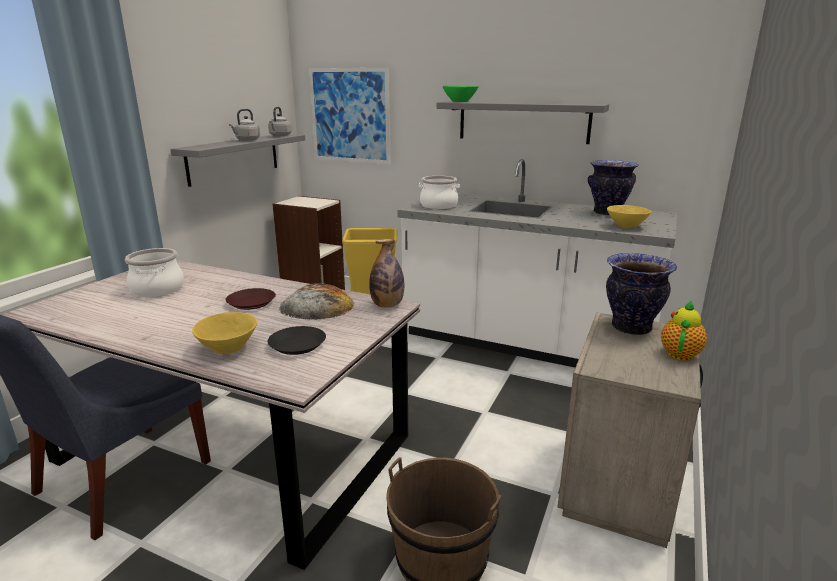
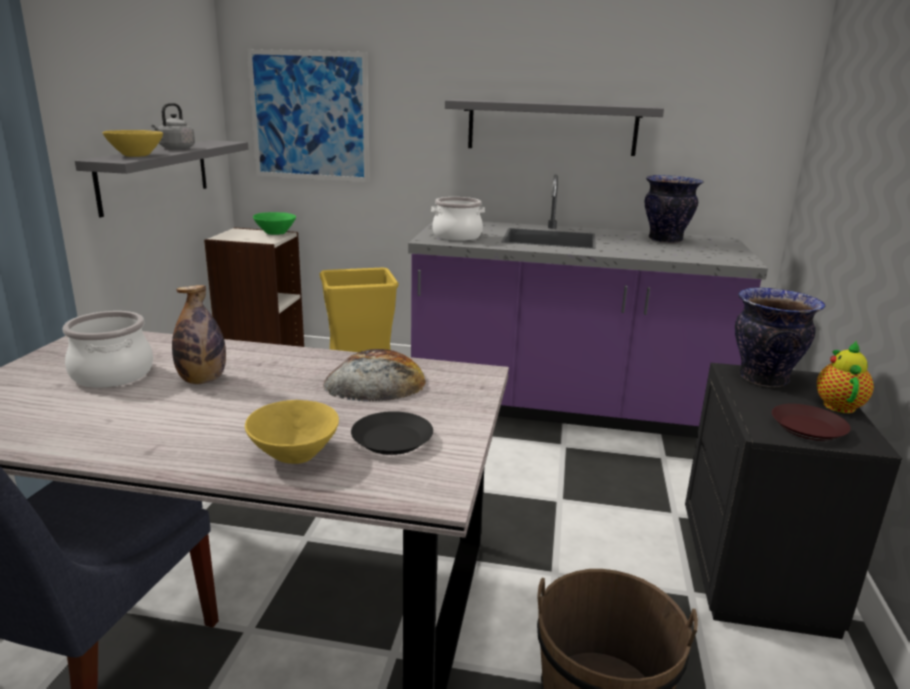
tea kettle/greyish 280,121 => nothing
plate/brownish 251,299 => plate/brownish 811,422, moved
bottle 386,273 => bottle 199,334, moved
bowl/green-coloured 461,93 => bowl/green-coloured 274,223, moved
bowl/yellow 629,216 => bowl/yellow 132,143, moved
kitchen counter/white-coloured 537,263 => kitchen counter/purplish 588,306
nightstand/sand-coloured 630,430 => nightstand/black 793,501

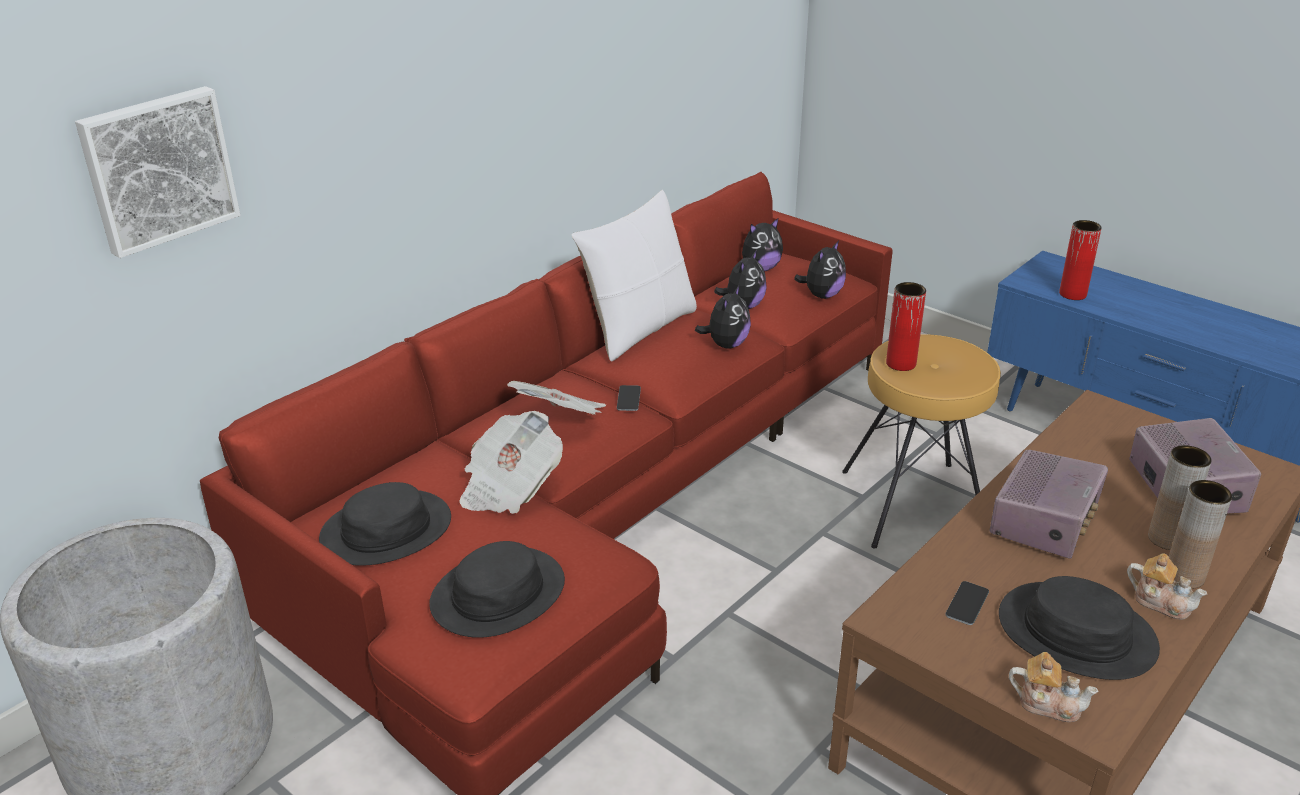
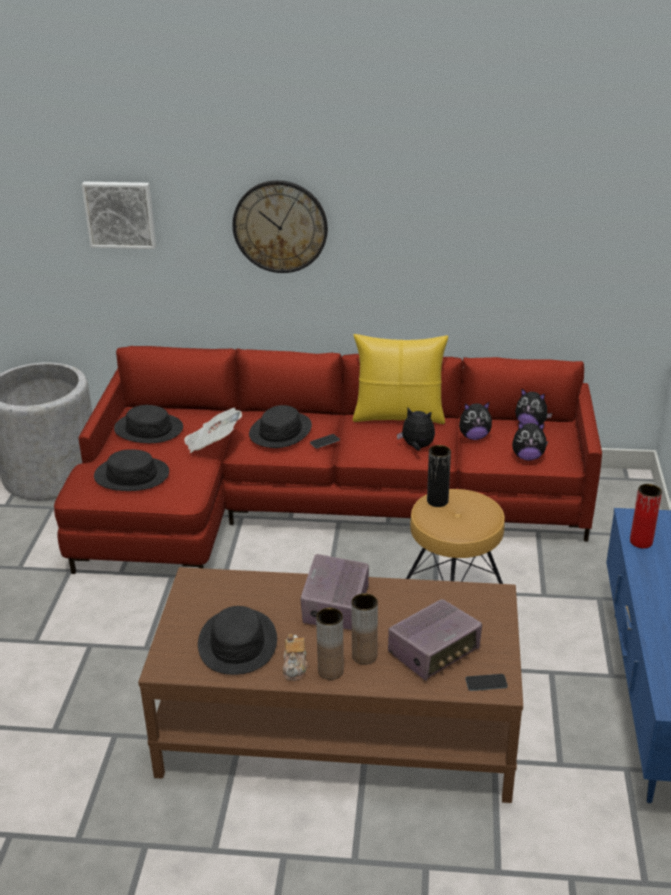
pot for tea 1054,687 => nothing
nothing => hanging clock 280,226
telephone 967,603 => telephone 487,682, moved
daily paper 556,398 => wearable hat/black 280,426
cushion/white-coloured 634,276 => cushion/yellow 400,379
decorative vase/red 906,326 => decorative vase/black 439,476
plush toy 723,317 => plush toy 416,429, 150 degrees counterclockwise
radio receiver 1048,504 => radio receiver 334,592, 105 degrees clockwise

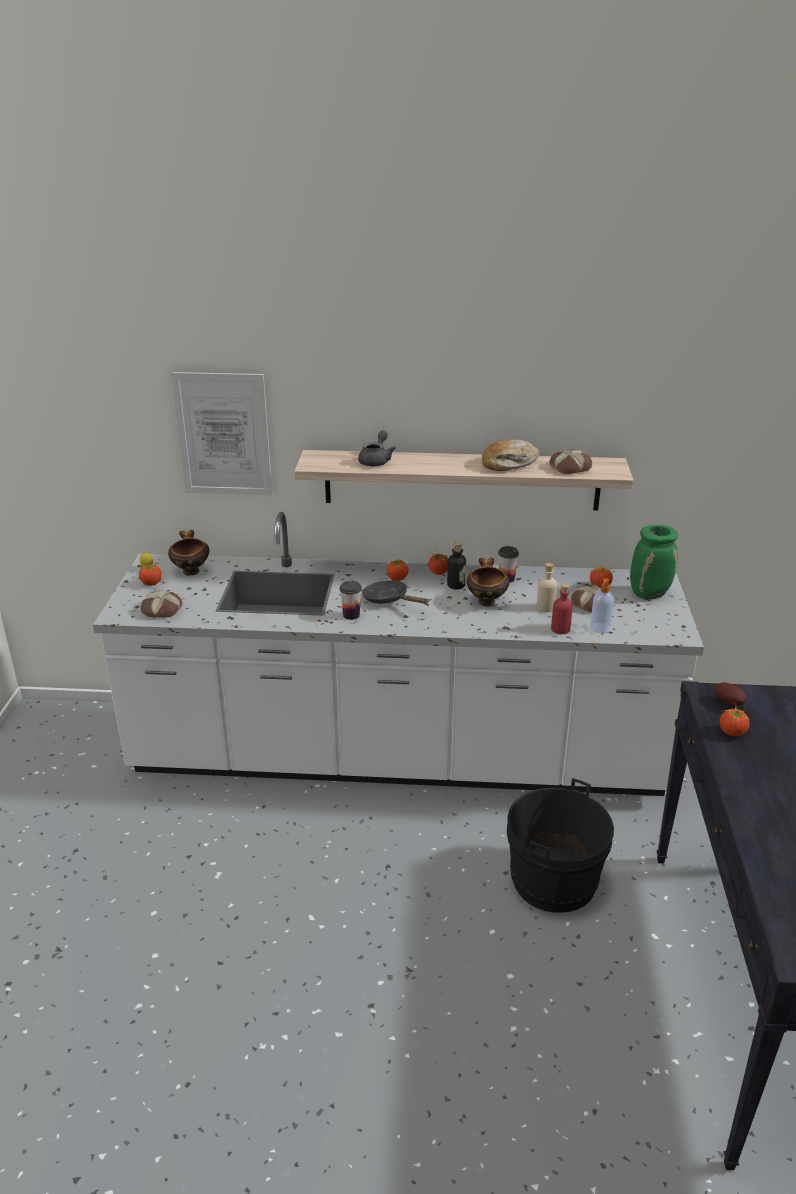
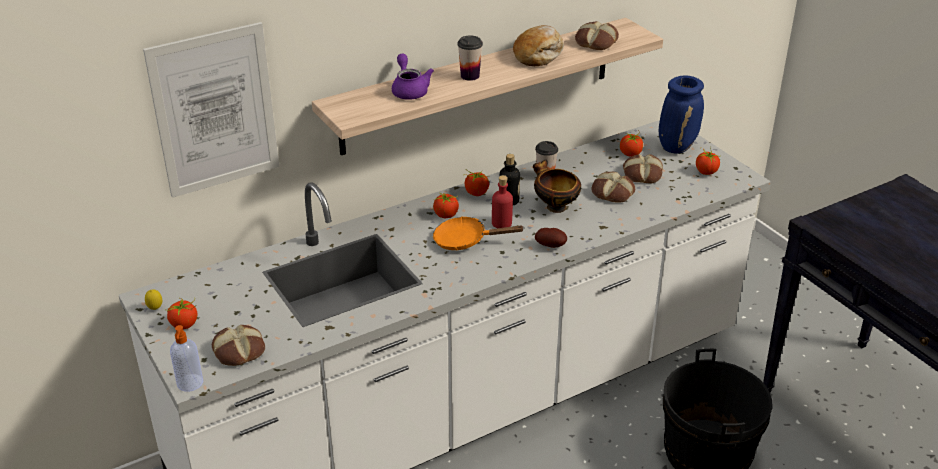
bowl 188,553 => nothing
small cup 351,600 => small cup 470,58, moved
bottle/red 562,608 => bottle/red 502,201, moved
soap dispenser 602,605 => soap dispenser 186,358, moved
whole potato 731,694 => whole potato 551,238, moved
fresh tomato 735,719 => fresh tomato 708,161, moved
bottle/sand-coloured 547,587 => baked bread 613,187
pot for tea/greyish 377,448 => pot for tea/purplish 413,77
pan/black 395,592 => pan/orange 479,233
decorative vase/green-coloured 654,562 => decorative vase/blue 681,115

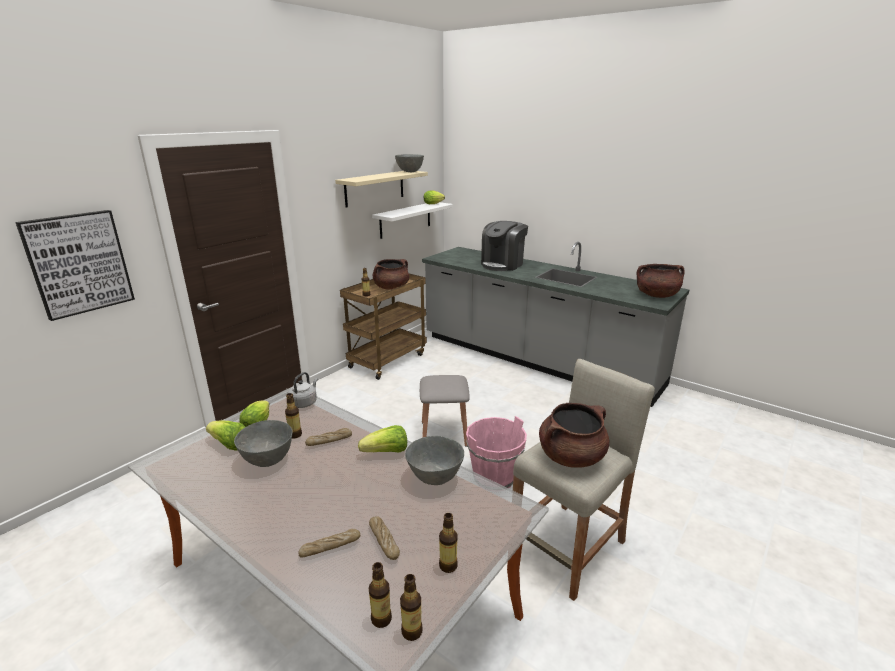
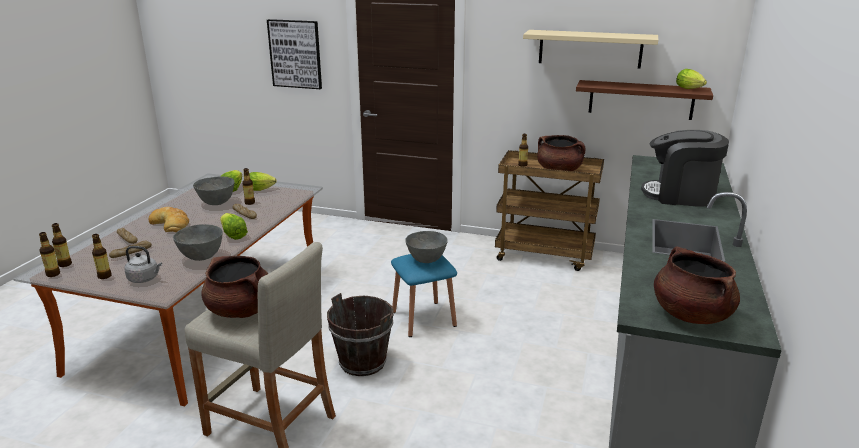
nothing => baked bread 168,219
tea kettle/greyish 303,390 => tea kettle/greyish 143,264, moved
bowl/greyish 409,163 => bowl/greyish 426,247, moved
bracket shelf/white-coloured 412,220 => bracket shelf/brownish 644,100
sitting stool/greyish 445,411 => sitting stool/blue 424,295
pail/pink-coloured 496,452 => pail/brownish 360,334

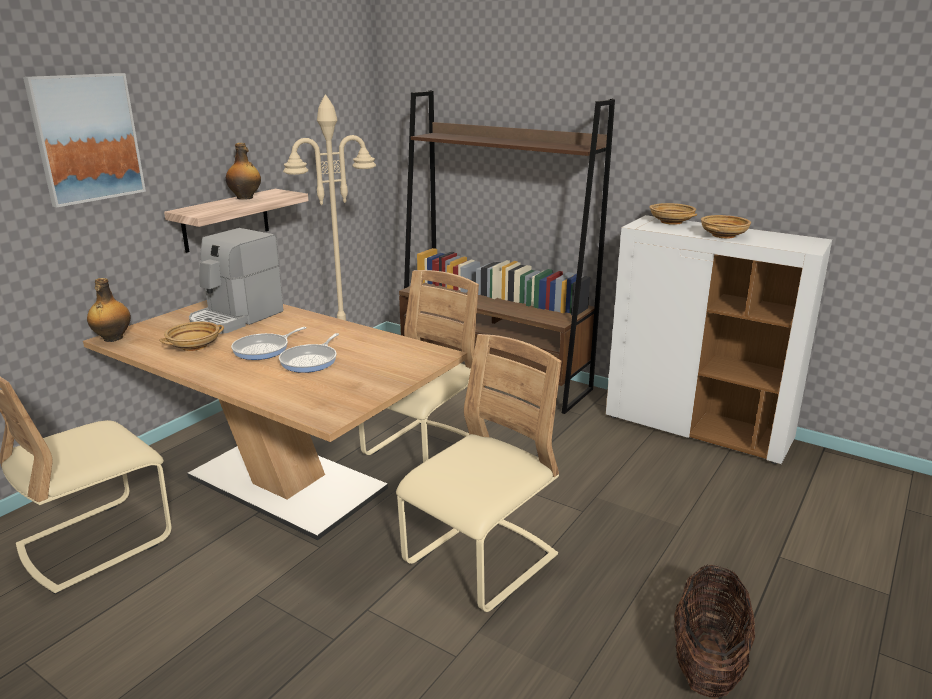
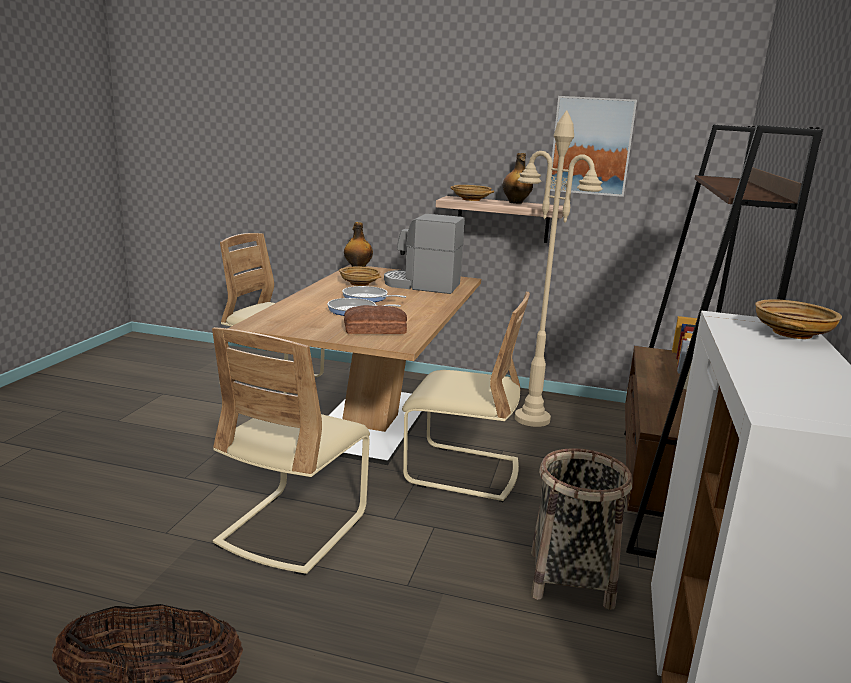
nothing => baked bread 375,319
nothing => household basket 582,529
wall art 84,140 => wall art 593,146, moved
bowl/sand-coloured 726,227 => bowl/sand-coloured 472,193, moved
plain chair/sand-coloured 479,473 => plain chair/sand-coloured 291,451, 90 degrees clockwise

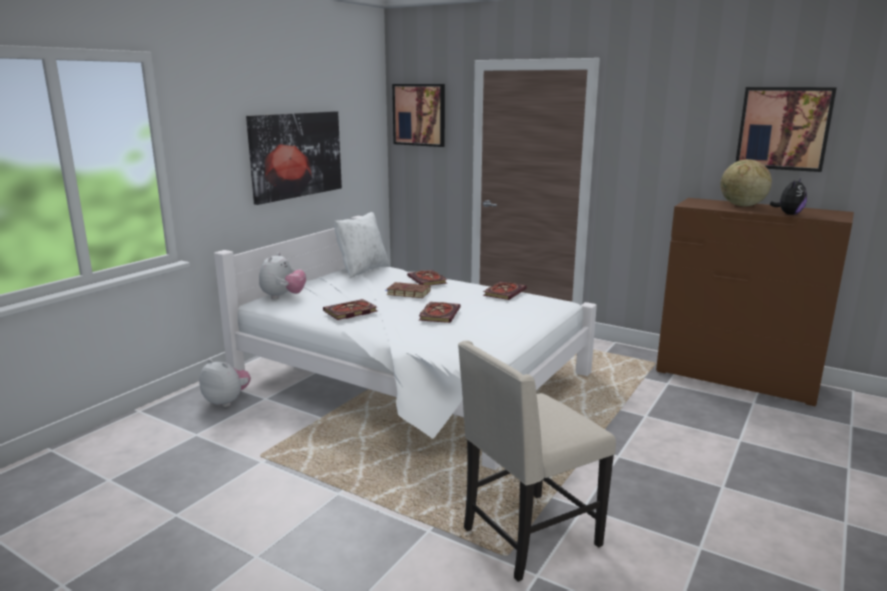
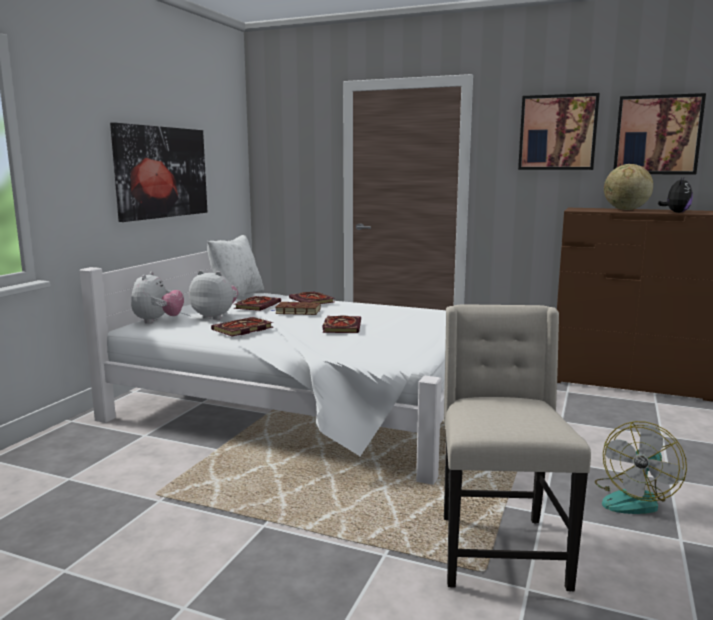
nothing => electric fan 641,467
plush toy 225,383 => plush toy 213,295, moved
wall art 418,115 => wall art 559,131, moved
bound book 505,290 => bound book 257,303, moved
plain chair/sand-coloured 537,461 => plain chair/sand-coloured 517,448, 135 degrees clockwise

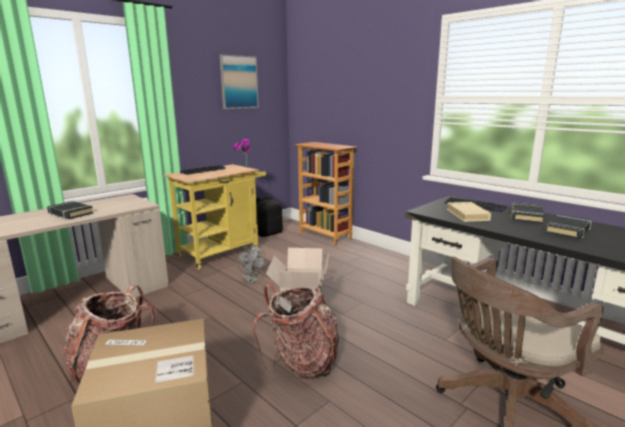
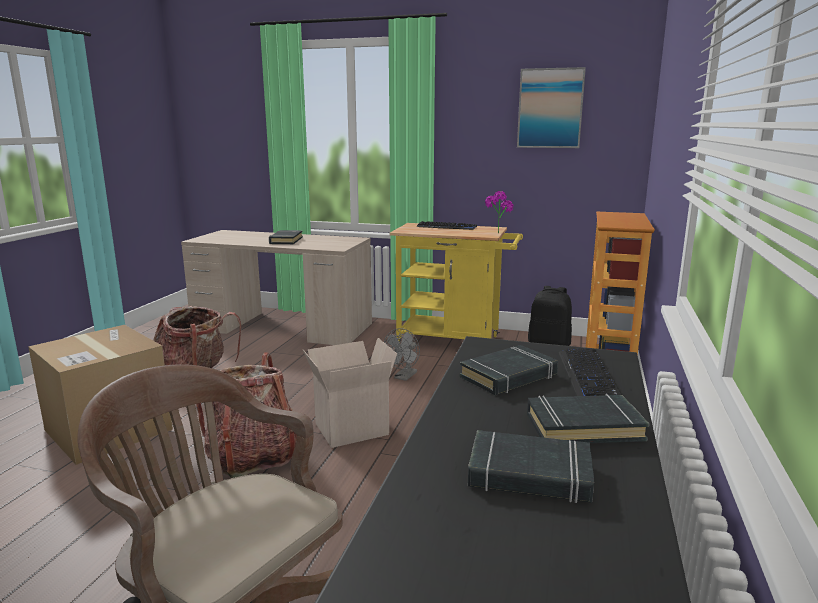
bound book/sand-coloured 469,212 => bound book/black 509,370

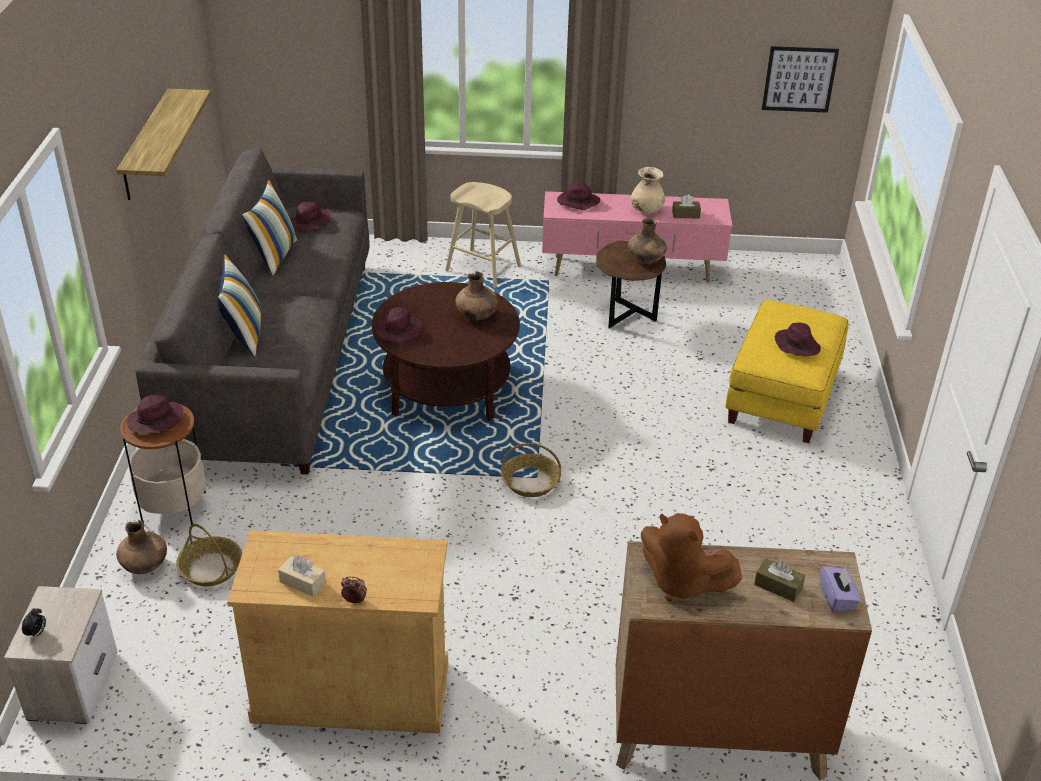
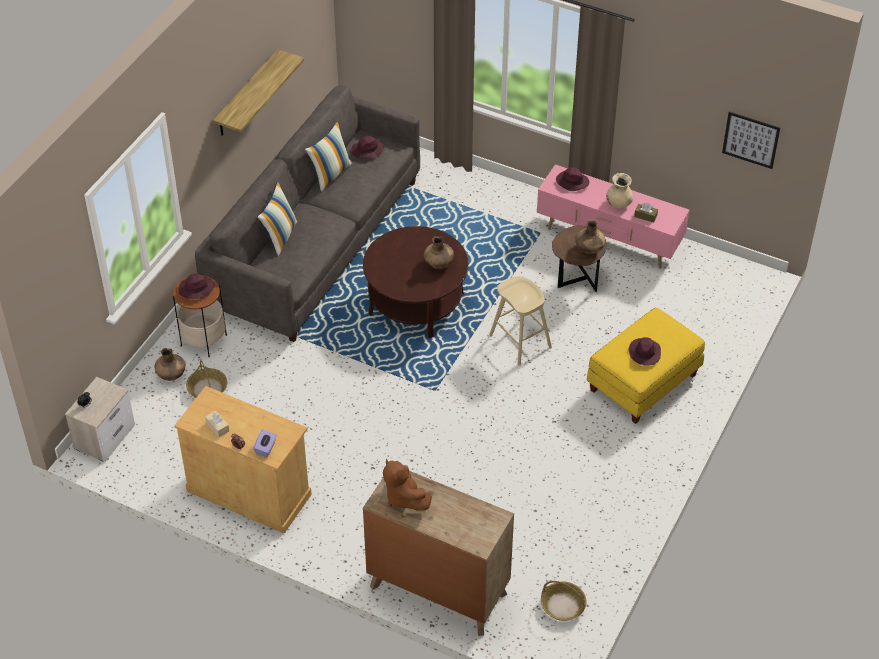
wearable hat/purplish 398,324 => nothing
tissue box/brownish 779,580 => nothing
sitting stool/sand-coloured 483,235 => sitting stool/sand-coloured 520,320, moved
household basket 531,470 => household basket 564,601, moved
tissue box/purplish 840,589 => tissue box/purplish 265,443, moved

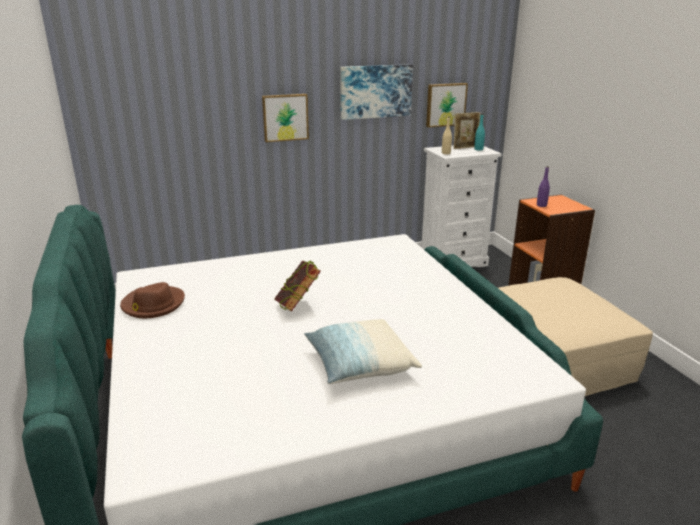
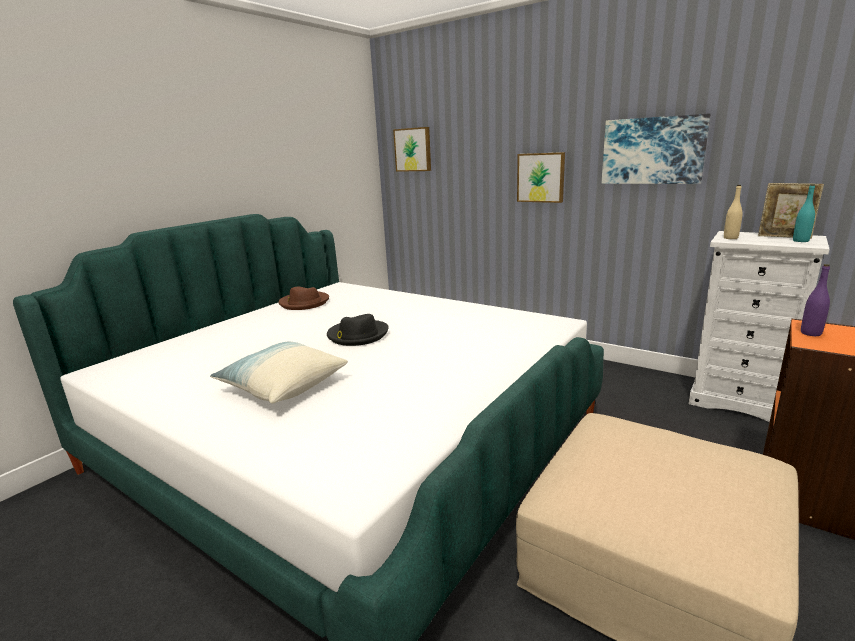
wall art 447,105 => wall art 412,149, moved
bound book 297,286 => wearable hat/black 358,330

